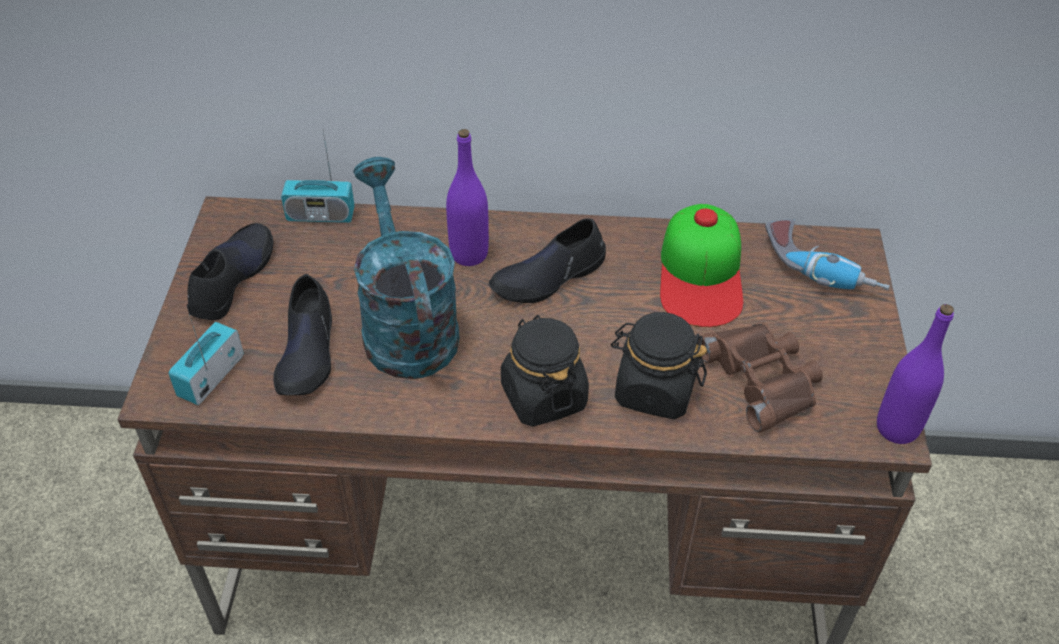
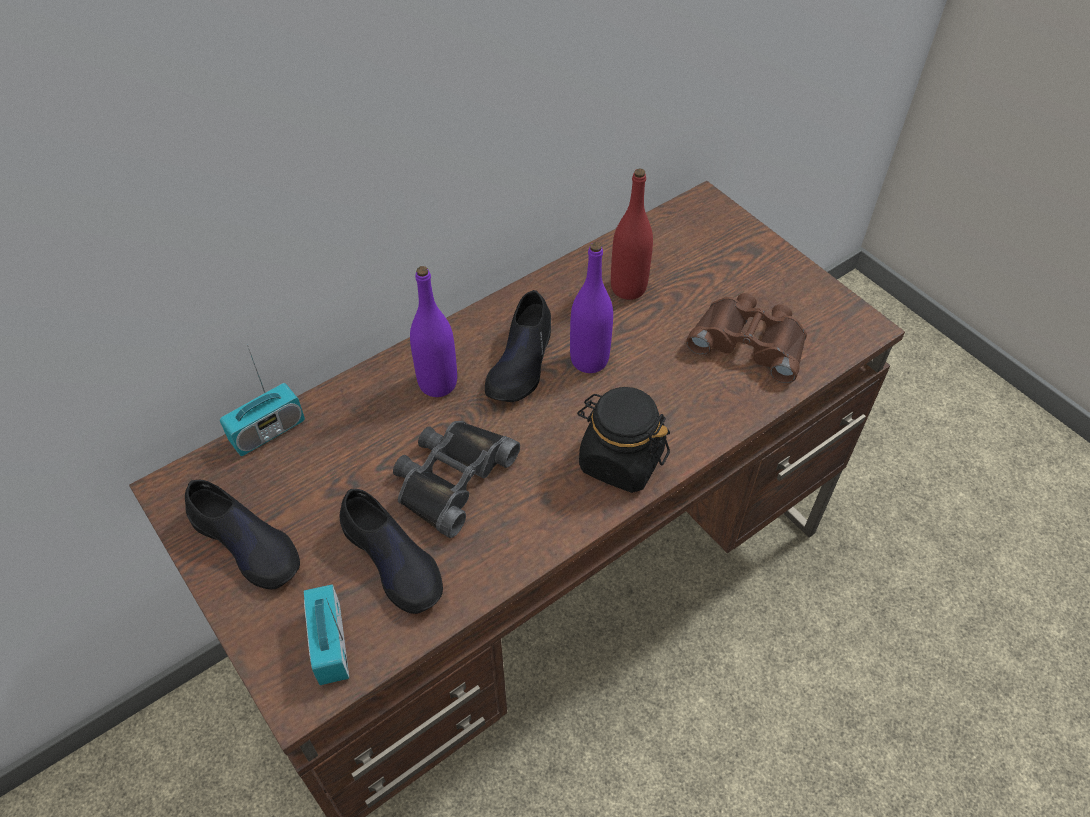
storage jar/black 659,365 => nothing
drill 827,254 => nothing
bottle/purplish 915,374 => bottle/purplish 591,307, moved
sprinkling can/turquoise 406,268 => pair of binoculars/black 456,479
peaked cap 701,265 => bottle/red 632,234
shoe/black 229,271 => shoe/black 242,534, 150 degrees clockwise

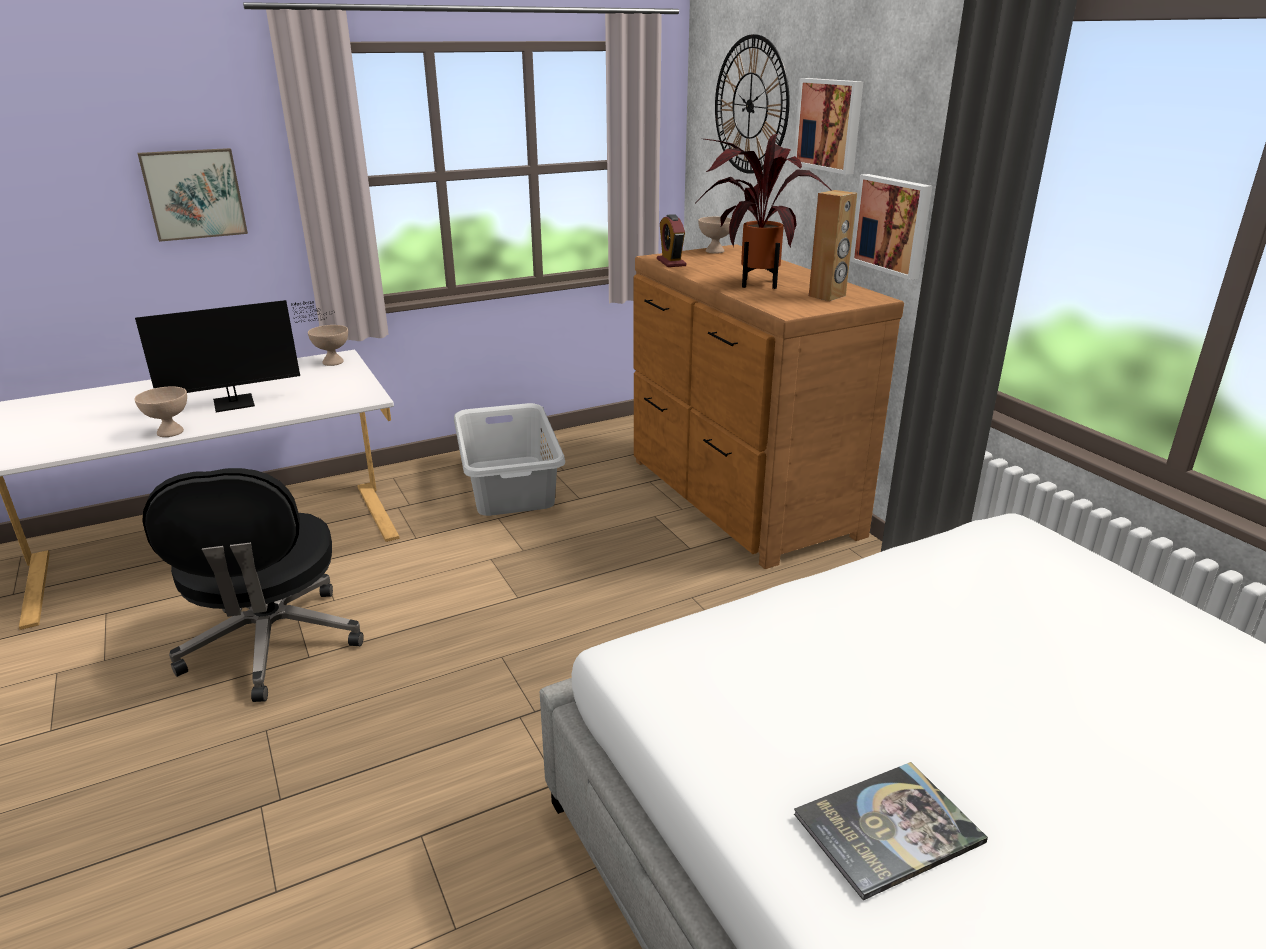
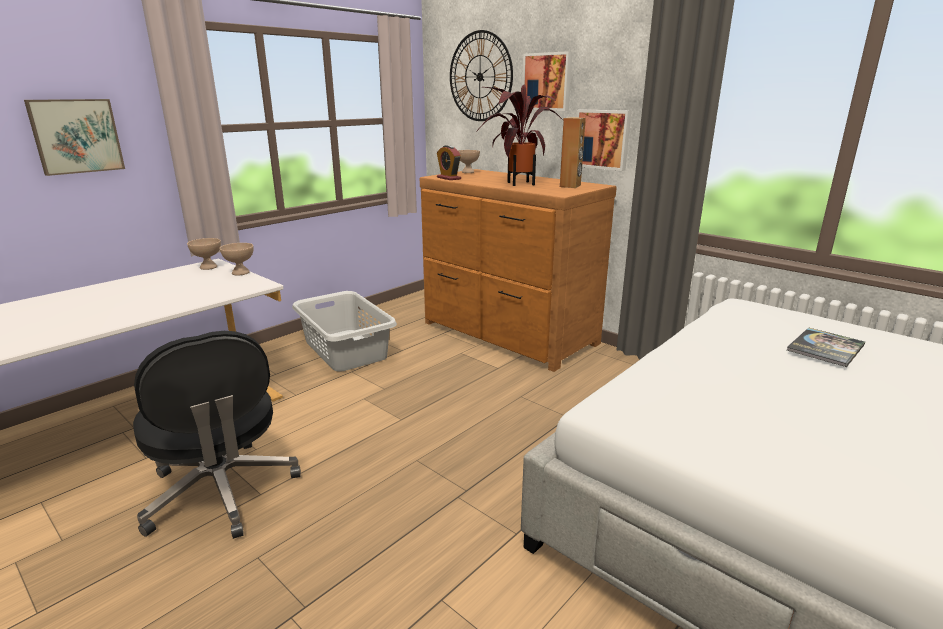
monitor 235,356 => nothing
bowl/sand-coloured 160,412 => bowl/sand-coloured 237,259, moved
bound book 891,831 => bound book 826,347, moved

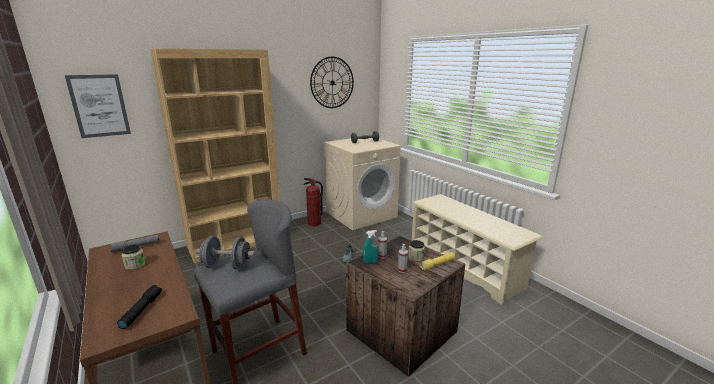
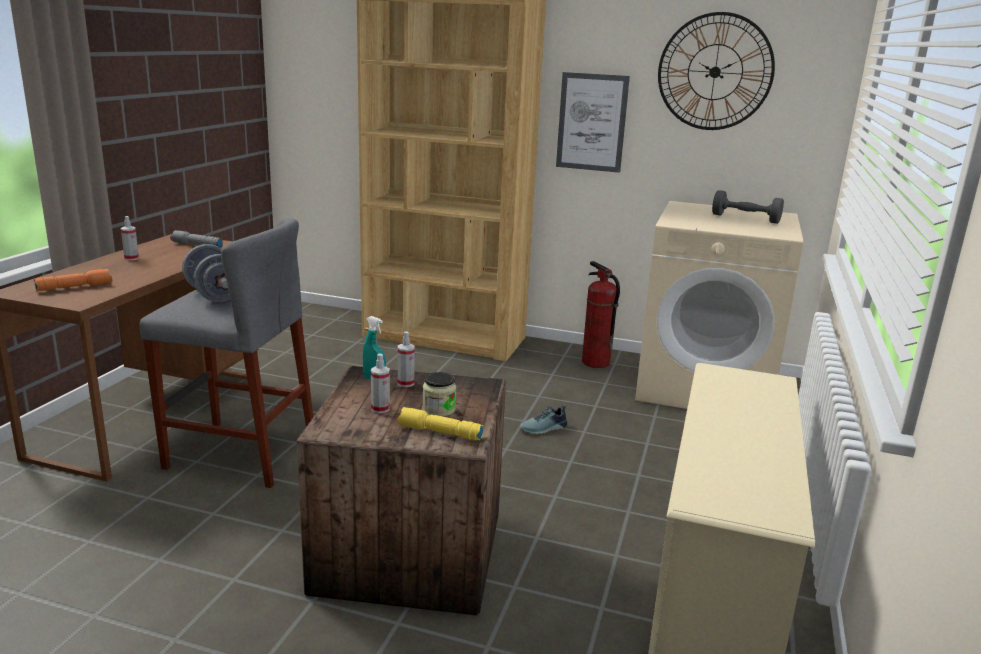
storage jar 134,257 => nothing
nothing => spray bottle 130,238
wall art 98,106 => wall art 593,122, moved
hand torch/black 139,307 => hand torch/orange 73,280

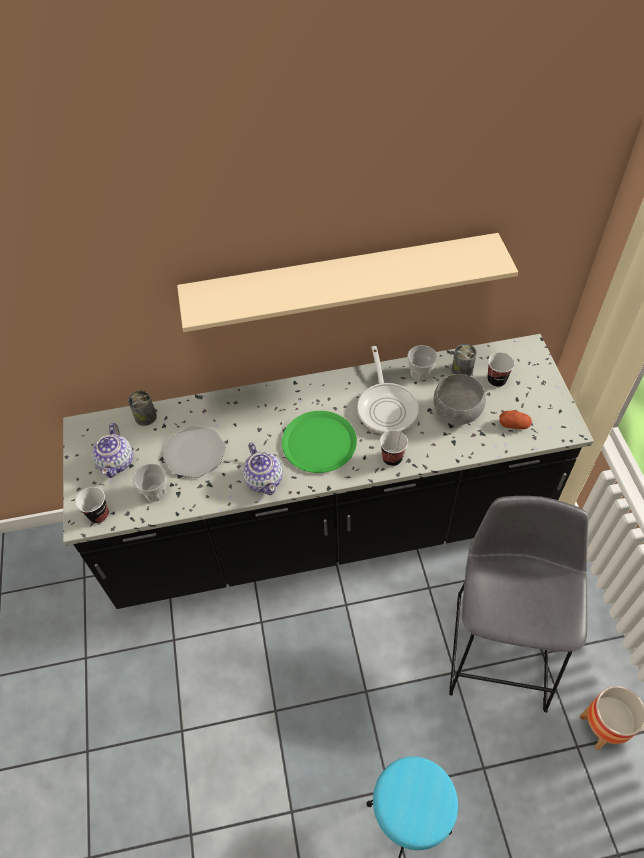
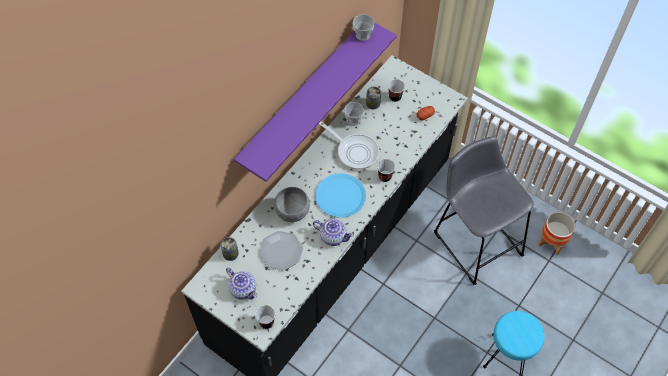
small cup 150,483 => small cup 364,27, moved
bowl/greyish 459,399 => bowl/greyish 292,204, moved
bracket shelf/sand-coloured 347,282 => bracket shelf/purplish 315,102
plate/green-coloured 319,442 => plate/blue 340,195

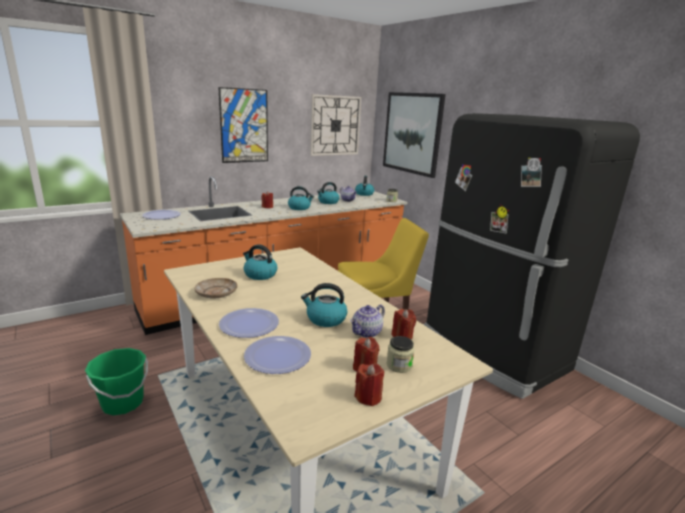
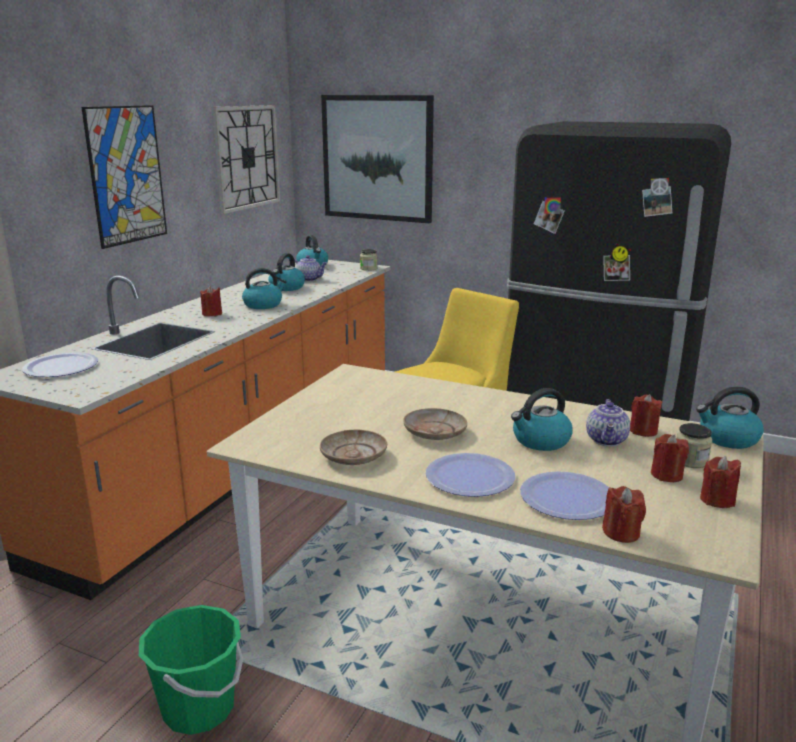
nothing => plate/sand-coloured 435,424
nothing => wax light/red 624,514
tea kettle 260,262 => tea kettle 730,418, moved

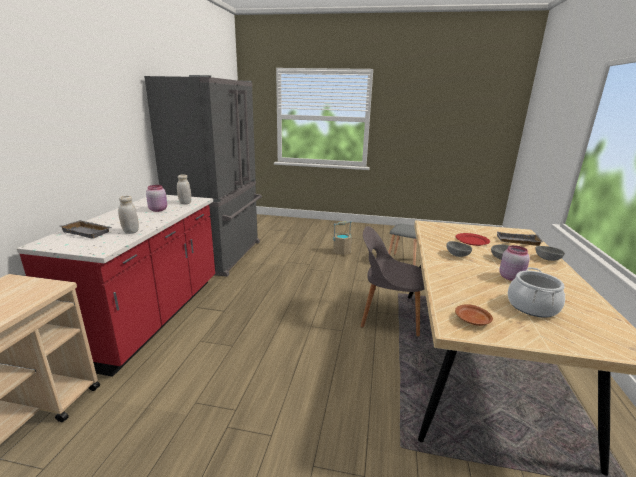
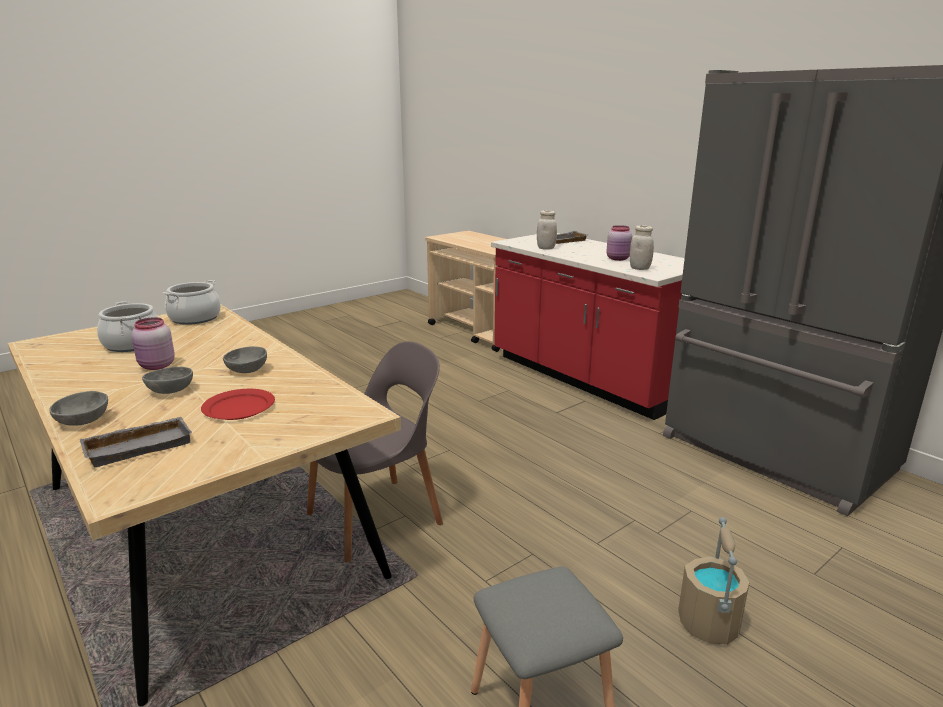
plate/brownish 474,315 => stockpot 192,302

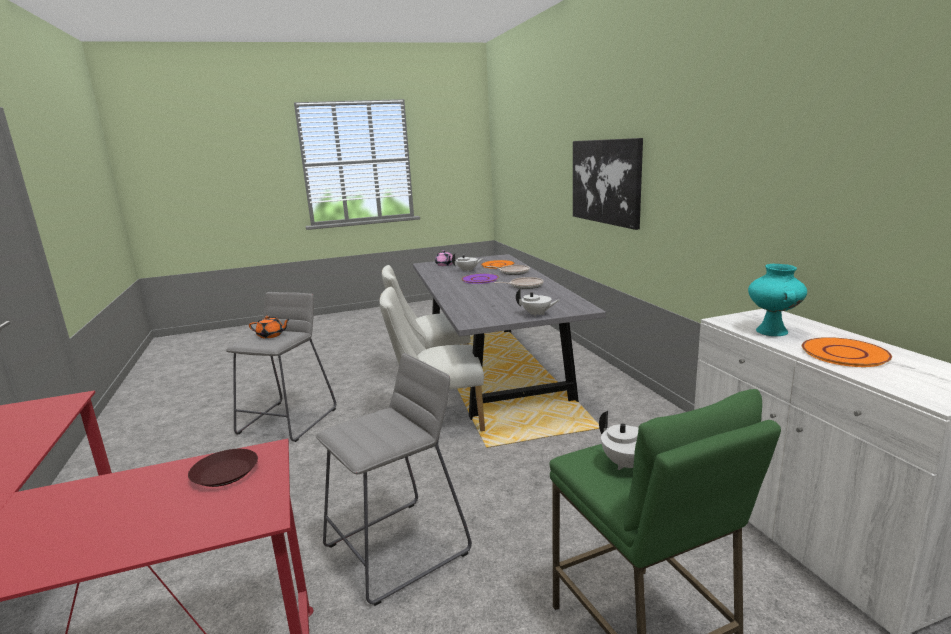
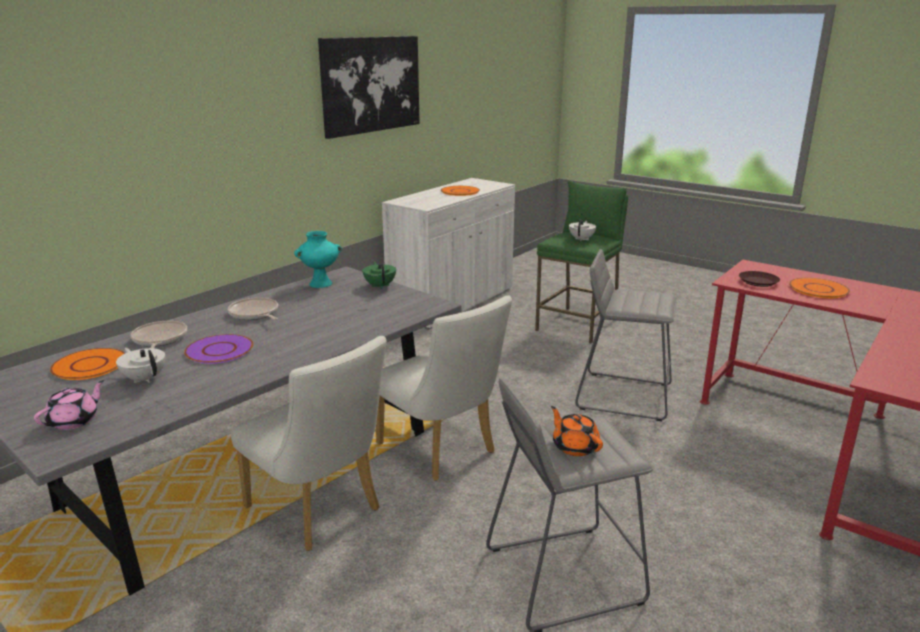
nothing => plate/orange 819,288
wall art 608,184 => wall art 369,87, moved
decorative vase/turquoise 777,300 => decorative vase/turquoise 318,259, moved
pot for tea/white-coloured 538,302 => pot for tea/green-coloured 379,275

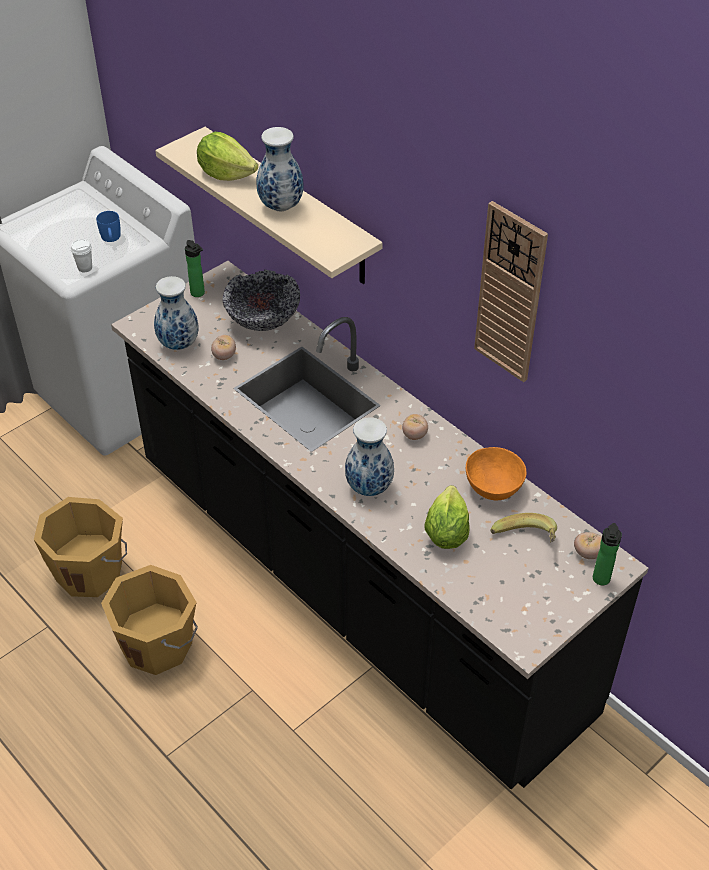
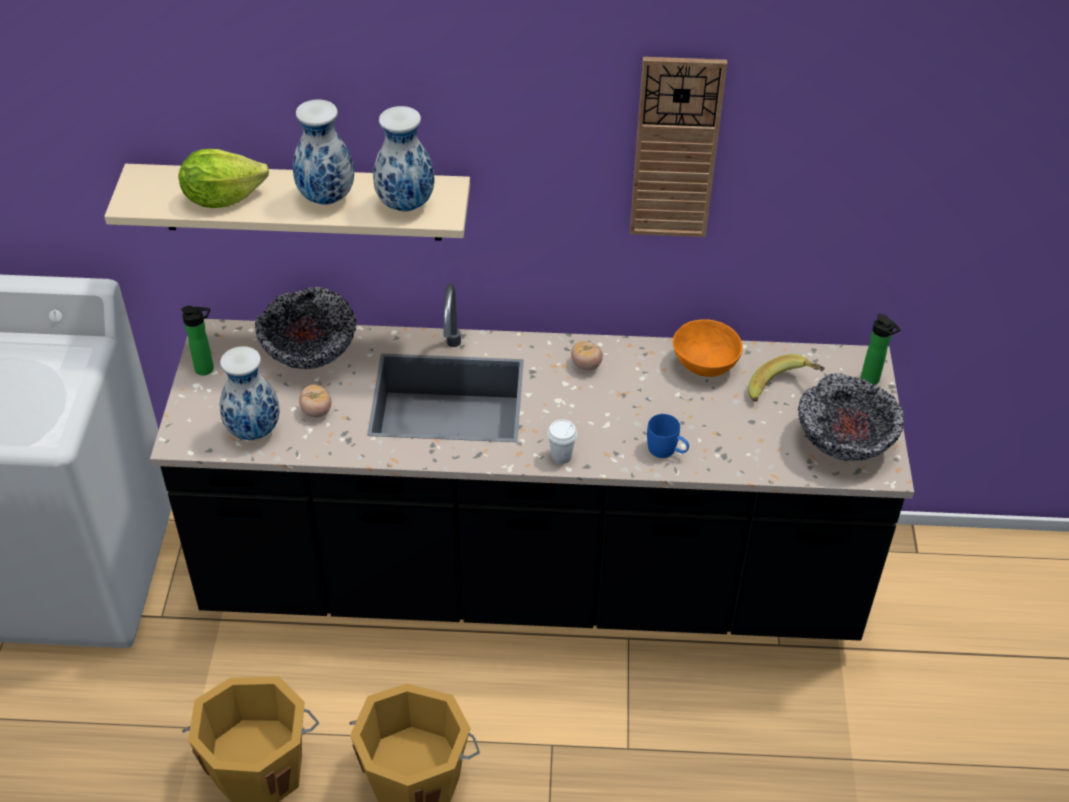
lettuce 447,517 => nothing
fresh tomato 588,545 => nothing
nothing => bowl 851,417
small cup/white-coloured 81,255 => small cup/white-coloured 562,441, moved
coffee mug/blue 108,226 => coffee mug/blue 668,436, moved
decorative vase 369,456 => decorative vase 403,159, moved

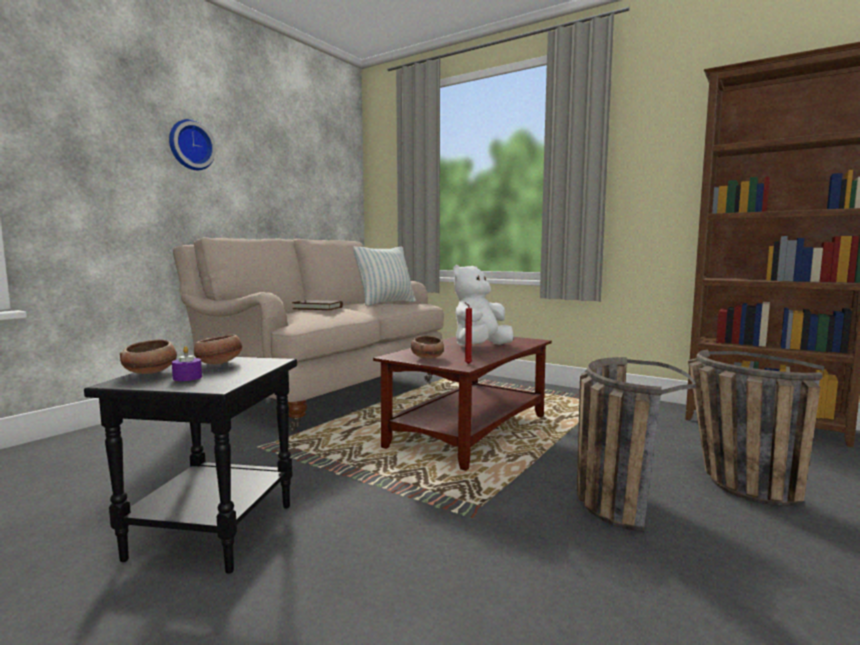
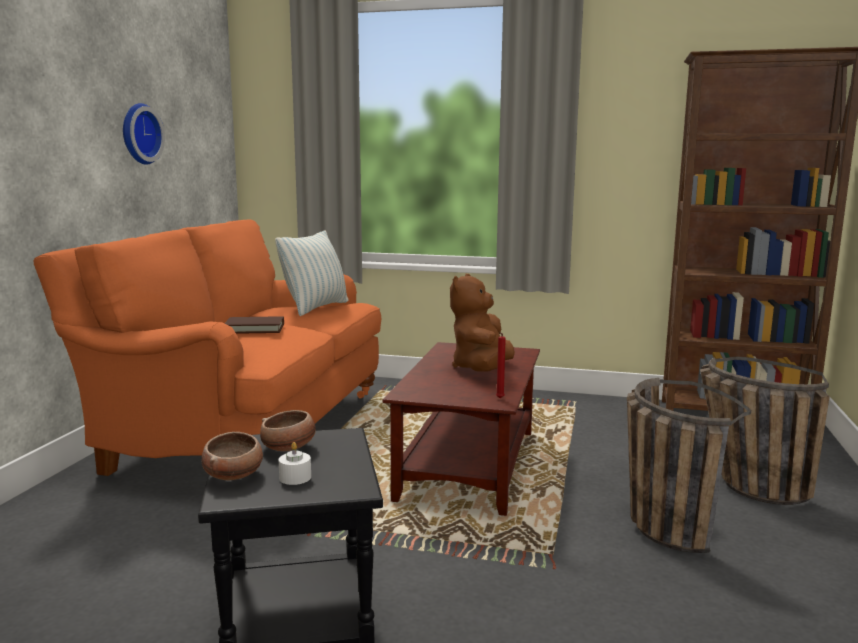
bowl 427,347 => nothing
hanging clock 192,144 => hanging clock 144,134, moved
wax light/purplish 187,363 => wax light/white-coloured 294,463
sofa/sand-coloured 308,333 => sofa/orange 207,347
plush toy/white-coloured 483,305 => plush toy/brownish 482,323

